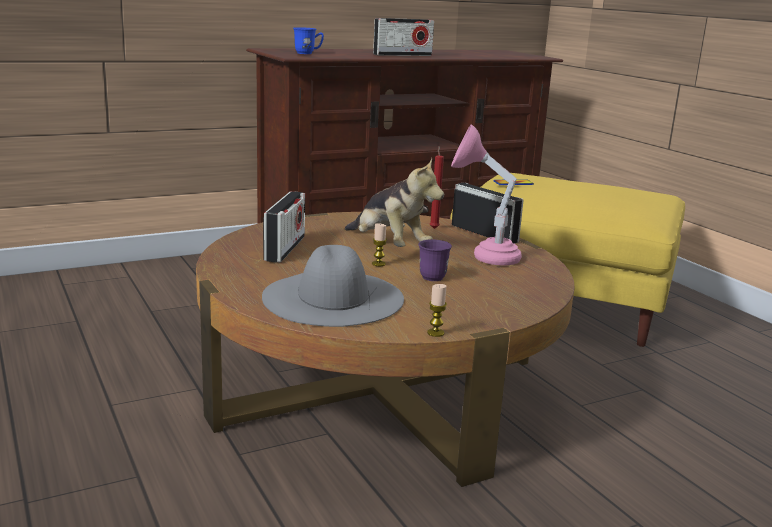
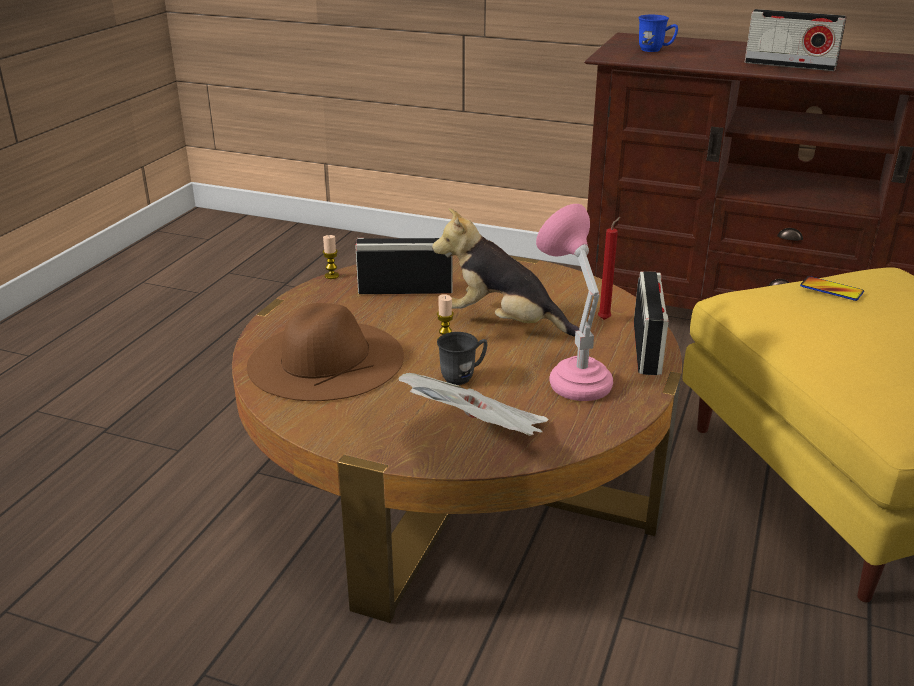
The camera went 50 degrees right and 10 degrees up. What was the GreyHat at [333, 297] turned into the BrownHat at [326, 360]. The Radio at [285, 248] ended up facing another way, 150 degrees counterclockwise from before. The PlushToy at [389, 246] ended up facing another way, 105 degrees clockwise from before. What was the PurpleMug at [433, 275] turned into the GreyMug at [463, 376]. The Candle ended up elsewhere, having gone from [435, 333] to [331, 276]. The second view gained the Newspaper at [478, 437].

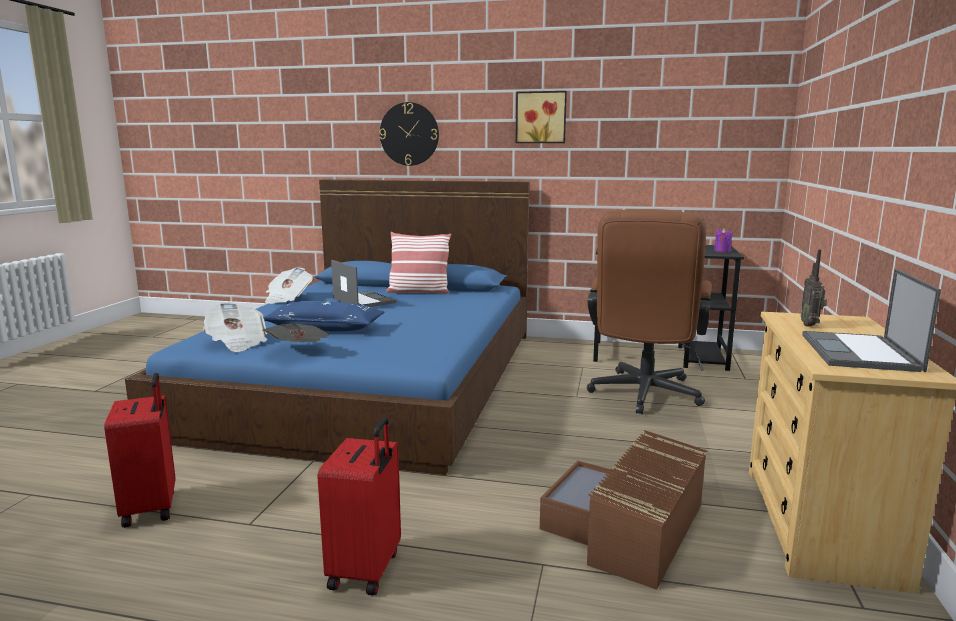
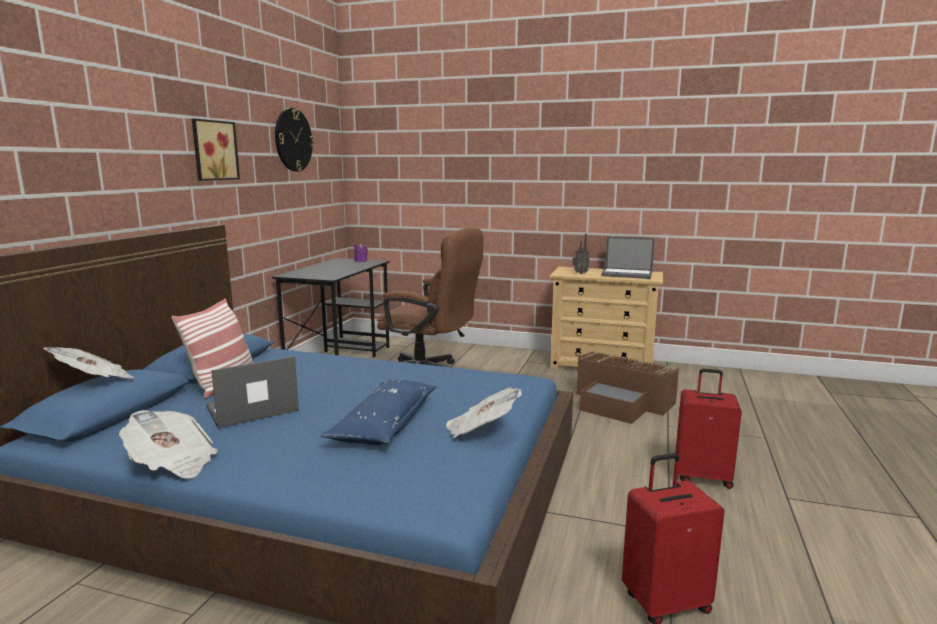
The camera went 85 degrees left and 0 degrees up. The Newspaper ended up elsewhere, having gone from [237, 343] to [94, 381]. The WallClock ended up elsewhere, having gone from [409, 134] to [293, 140].

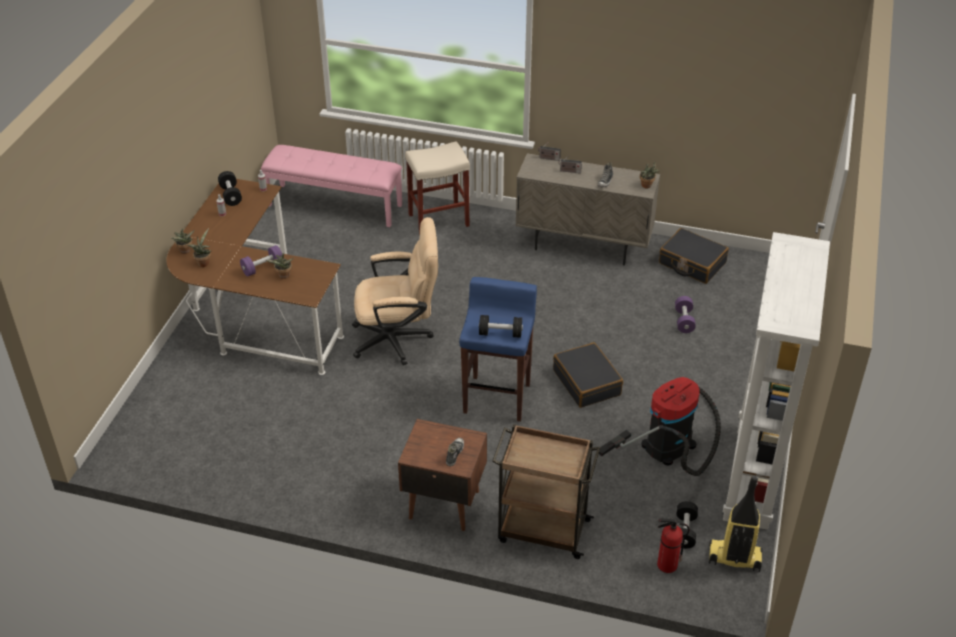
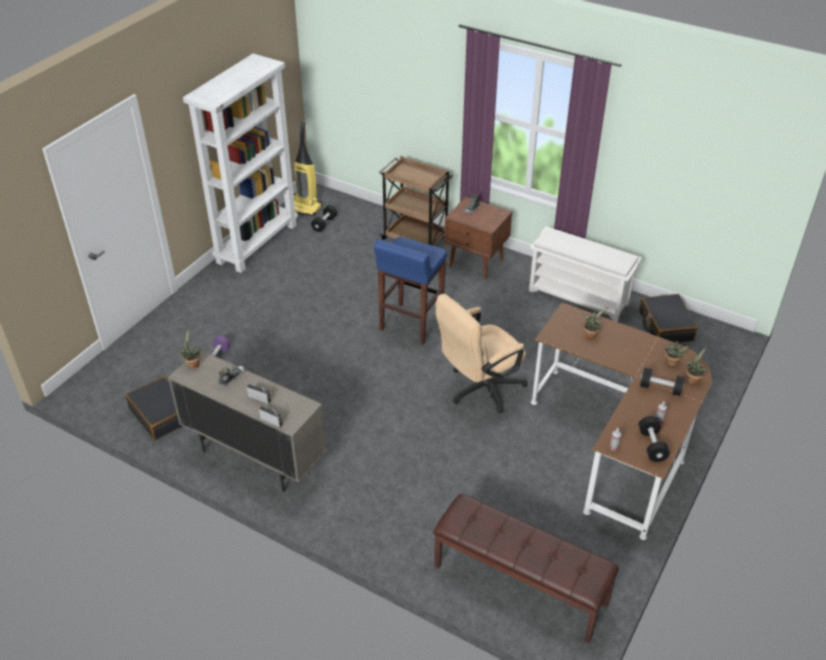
The camera went 165 degrees left and 0 degrees up. The second view lost the PurpleDumbbell at [263, 268]. What was the PinkBench at [335, 205] turned into the BrownBench at [519, 585]. The BeigeOfficeChair at [399, 339] ended up facing another way, 45 degrees counterclockwise from before. The second view lost the BeigeStool at [439, 220]. The BlackDumbbell ended up elsewhere, having gone from [500, 333] to [660, 388]. The BlackSuitcase ended up elsewhere, having gone from [587, 382] to [665, 326]. The second view lost the VacuumCleaner at [671, 442]. The second view lost the FireExtinguisher at [666, 565]. The second view gained the WhiteShoeRack at [579, 297].

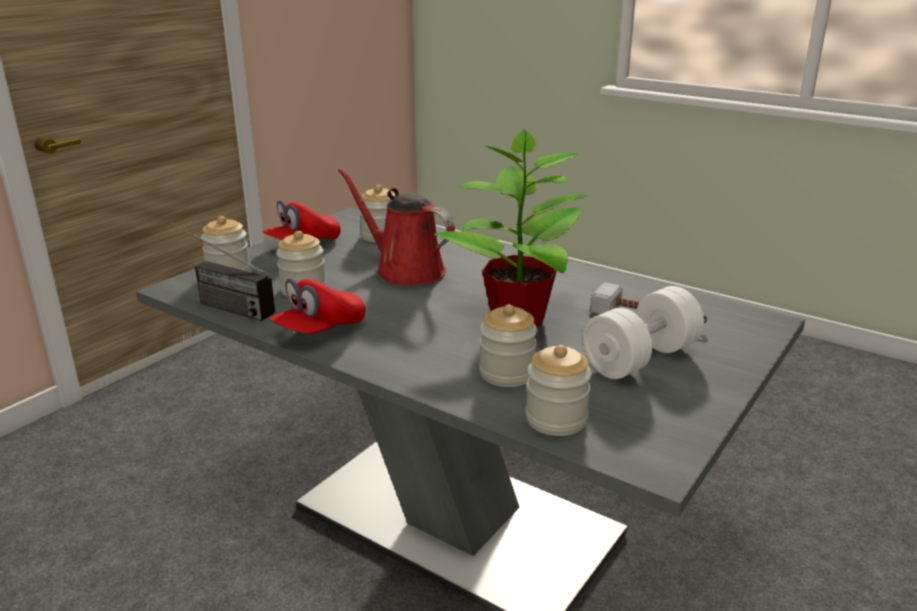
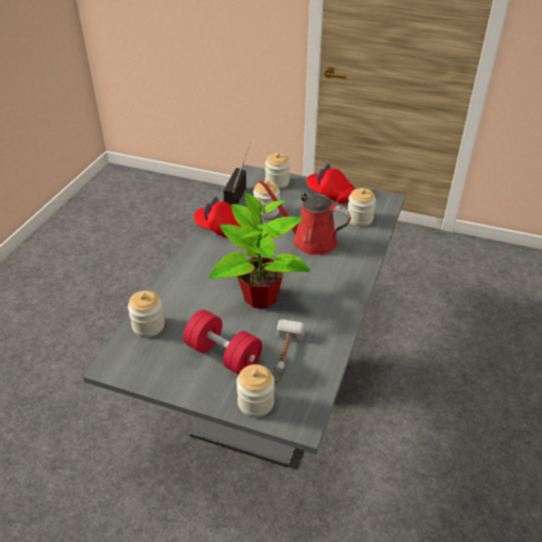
The camera went 75 degrees right and 15 degrees up. The RedWateringCan at [405, 270] ended up facing another way, 90 degrees counterclockwise from before. The Jar ended up elsewhere, having gone from [507, 373] to [255, 403]. What was the WhiteDumbbell at [640, 358] turned into the RedDumbbell at [223, 355].

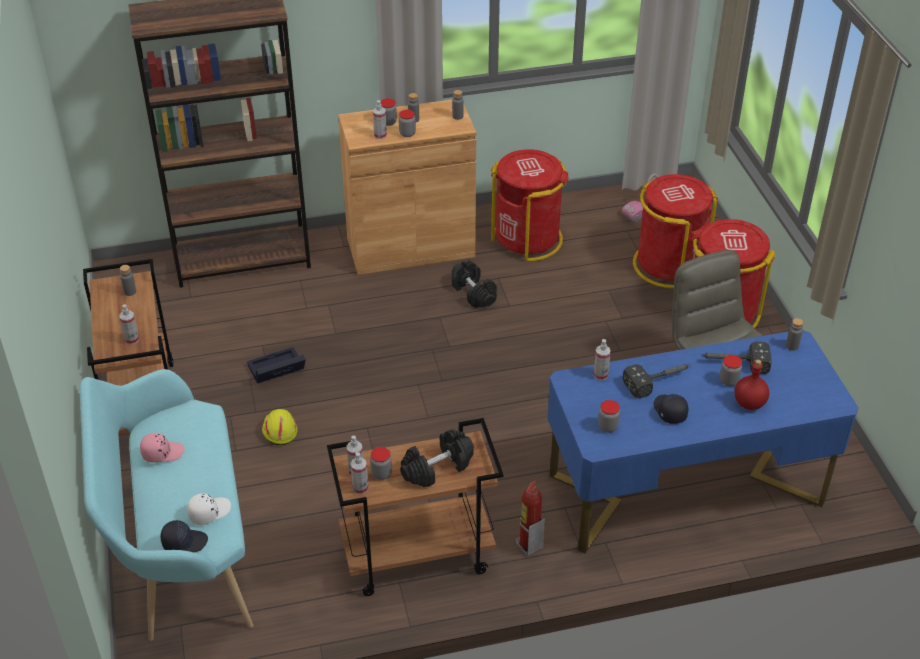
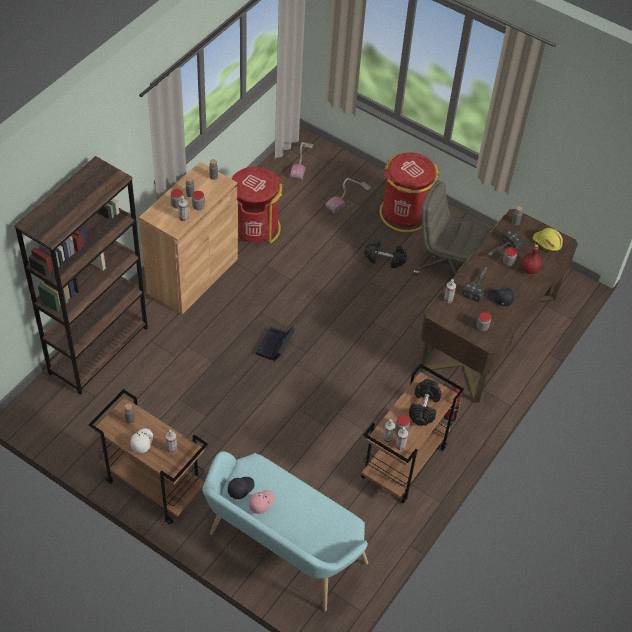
The camera went 45 degrees left and 10 degrees up. The BlackCap ended up elsewhere, having gone from [184, 541] to [240, 488]. The WhiteCap ended up elsewhere, having gone from [209, 512] to [141, 442]. The BlackStorageBox ended up elsewhere, having gone from [276, 371] to [275, 347]. The YellowHardHat ended up elsewhere, having gone from [279, 431] to [546, 243]. The BlackDumbbell ended up elsewhere, having gone from [473, 293] to [384, 259]. What was the BlueDesk at [685, 489] turned into the BrownDesk at [488, 332]. Where the RedTrashCan stood at [668, 265], the VacuumCleaner came to stand at [348, 198].

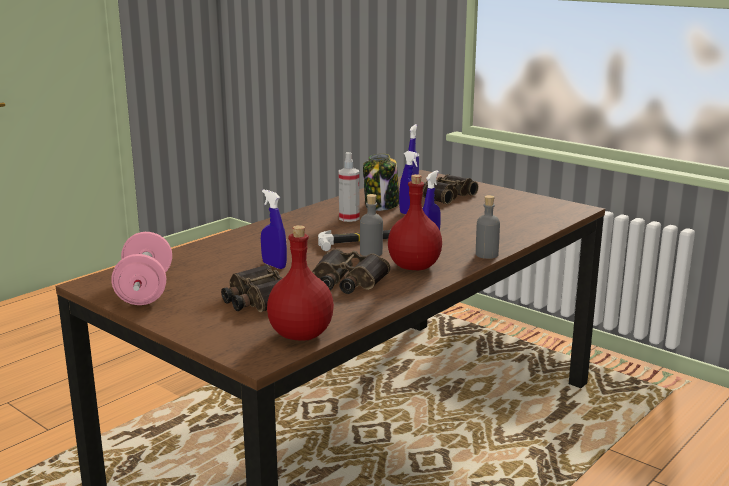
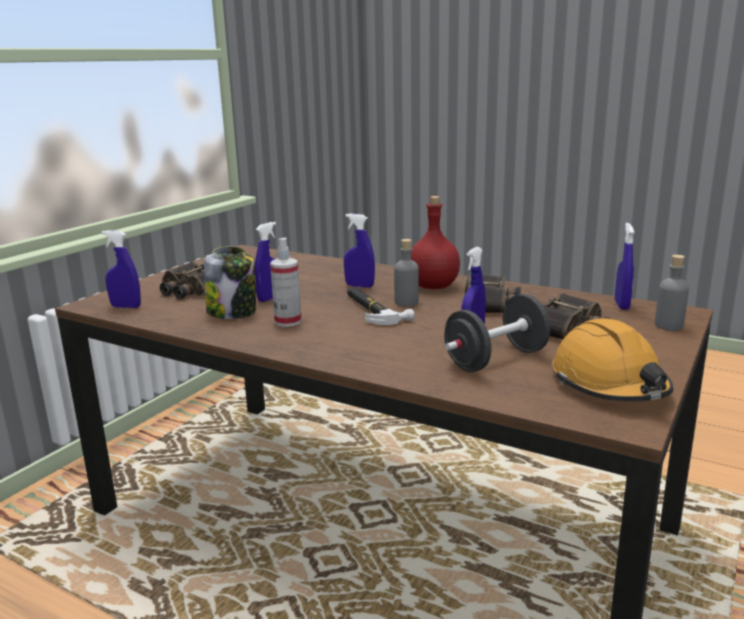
The camera went 100 degrees left and 0 degrees up. Where the PinkDumbbell stood at [145, 290], the OrangeHardHat came to stand at [609, 384]. Where the RedBottle stood at [302, 335], the BlueSprayBottle came to stand at [621, 305]. The GreyBottle ended up elsewhere, having gone from [486, 254] to [668, 325]. The second view gained the BlackDumbbell at [496, 360].

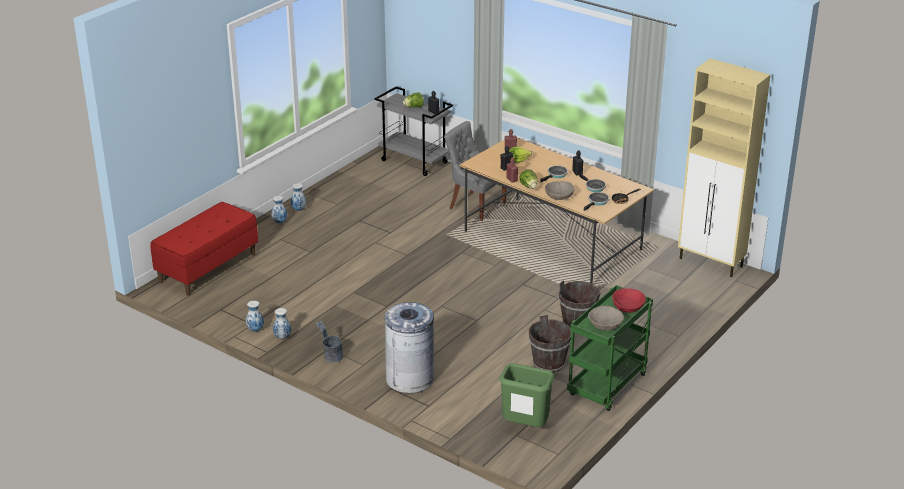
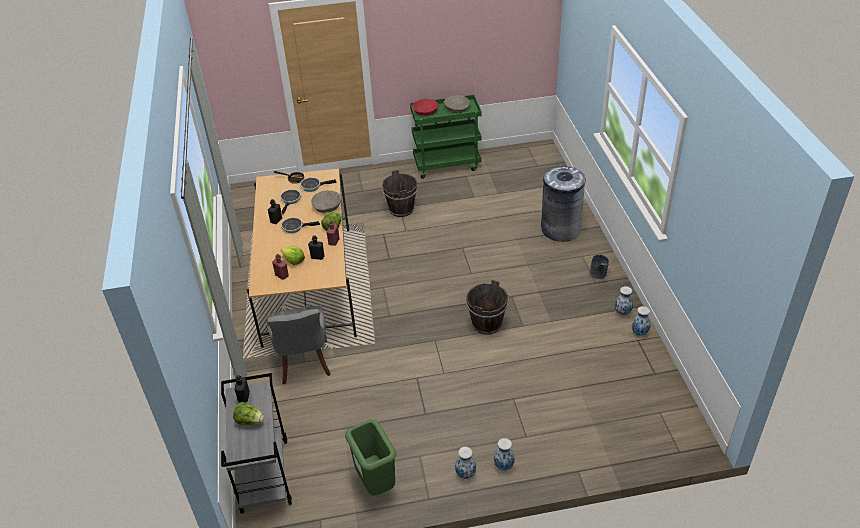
The camera went 135 degrees left and 10 degrees up. The second view lost the RedBench at [207, 268]. The GreenTrashCan ended up elsewhere, having gone from [524, 427] to [376, 483]. The BrownBucket ended up elsewhere, having gone from [548, 364] to [487, 324]. The second view lost the BeigeCabinet at [711, 263].

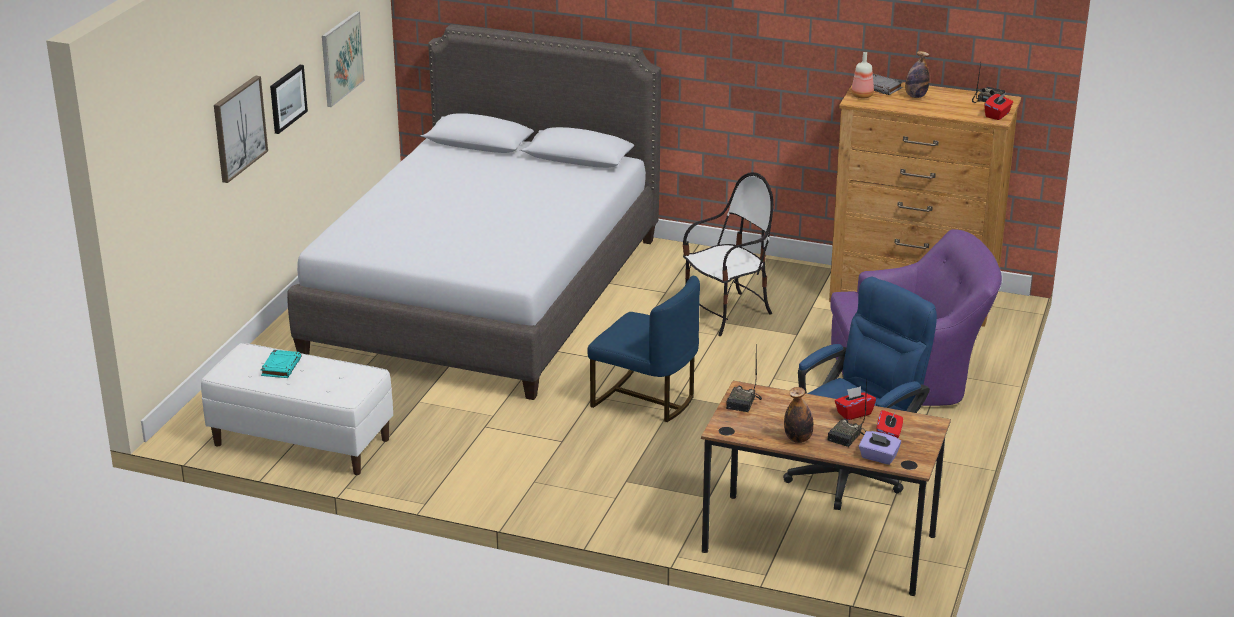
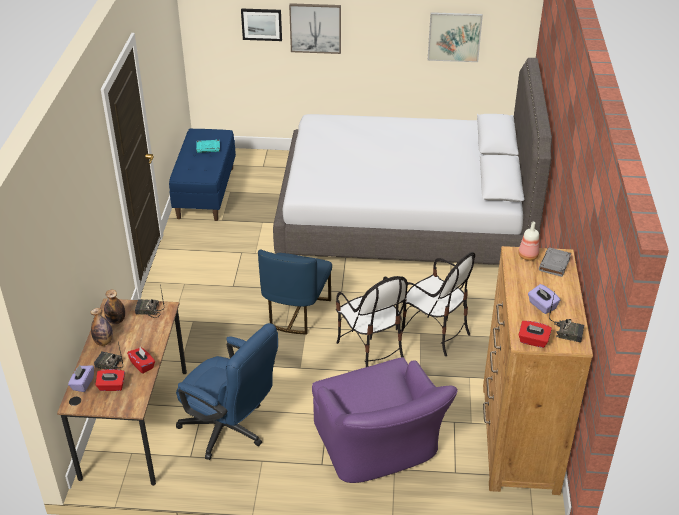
The camera went 75 degrees right and 10 degrees up. What was the WhiteBench at [300, 442] turned into the BlueBench at [205, 192]. The Picture ended up elsewhere, having gone from [287, 98] to [261, 24]. The Bottle ended up elsewhere, having gone from [915, 96] to [116, 320]. The second view gained the Chair at [371, 350]. The second view gained the PurpleTissueBox at [542, 306].

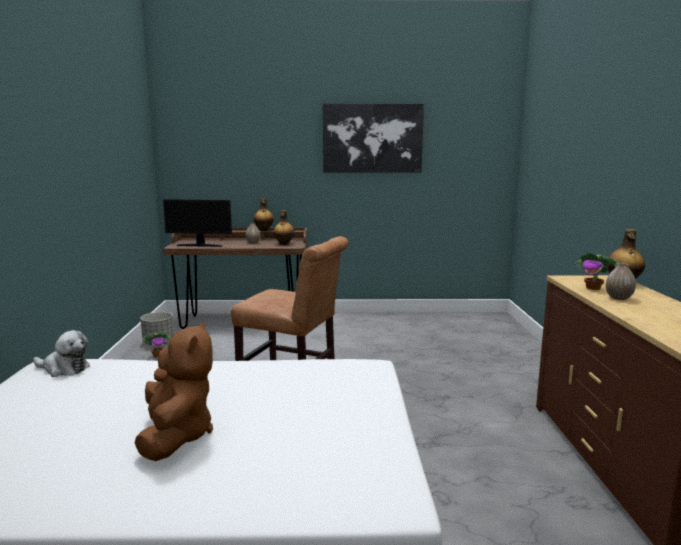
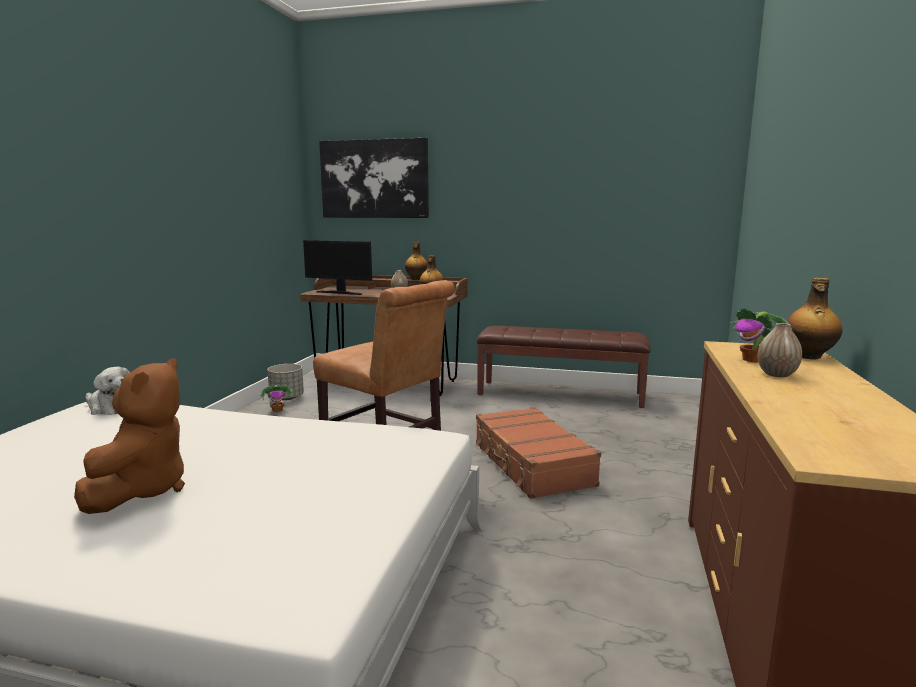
The camera went 15 degrees right and 0 degrees up. The Picture ended up elsewhere, having gone from [372, 138] to [374, 179]. The second view gained the BrownSuitcase at [531, 464]. The second view gained the BrownBench at [560, 393].

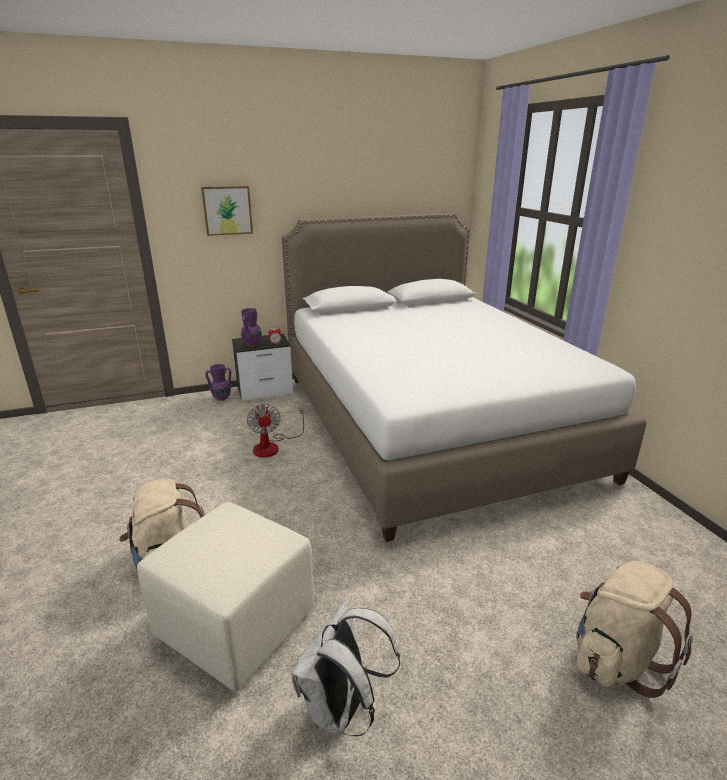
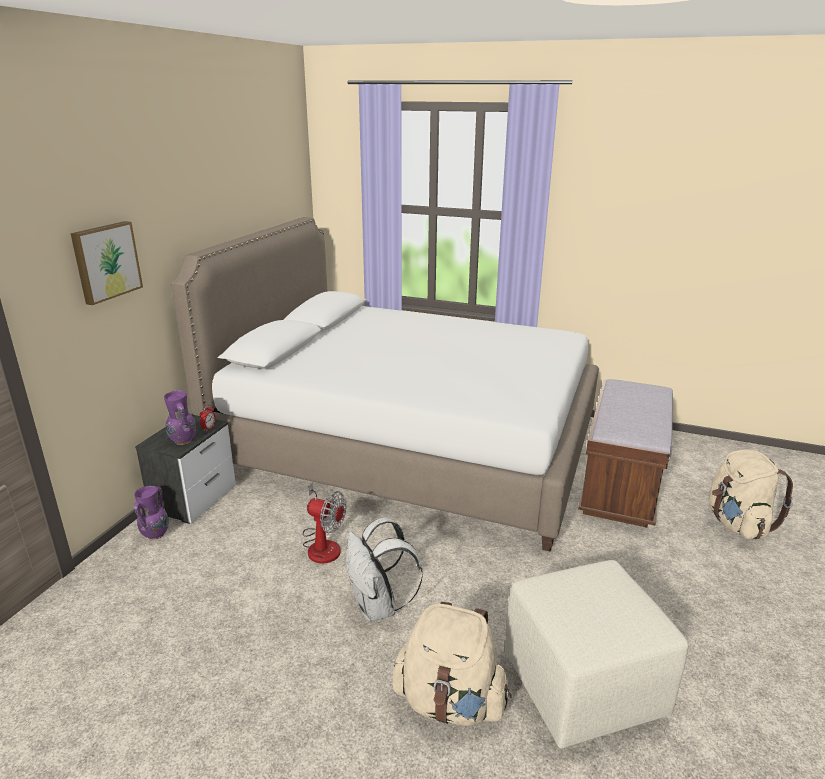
The camera went 50 degrees left and 0 degrees up. The WhiteBackpack ended up elsewhere, having gone from [342, 709] to [378, 607]. The second view gained the BrownBench at [620, 486].

